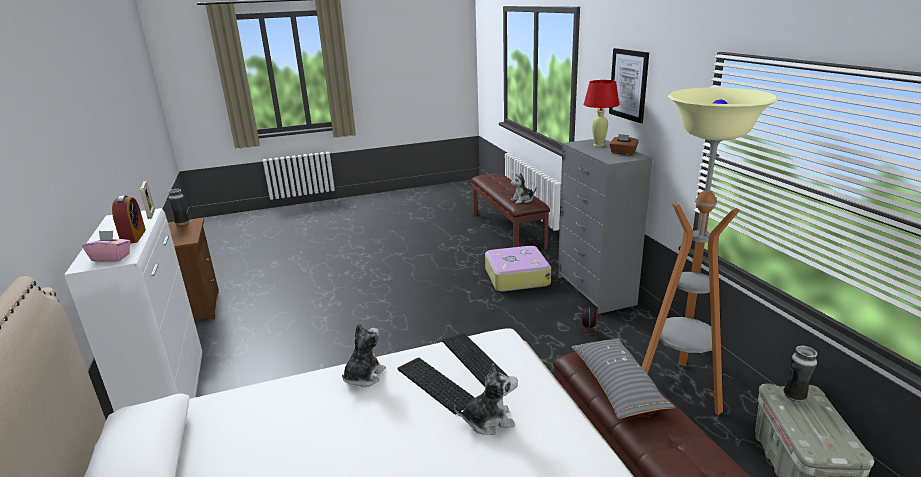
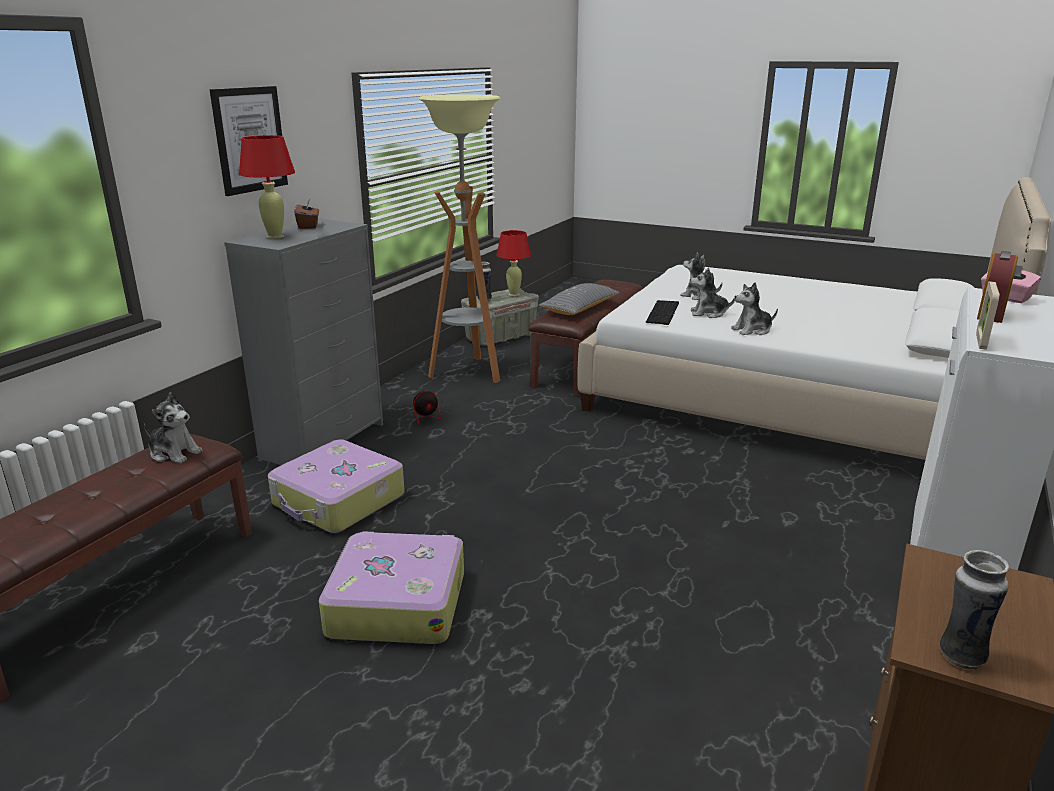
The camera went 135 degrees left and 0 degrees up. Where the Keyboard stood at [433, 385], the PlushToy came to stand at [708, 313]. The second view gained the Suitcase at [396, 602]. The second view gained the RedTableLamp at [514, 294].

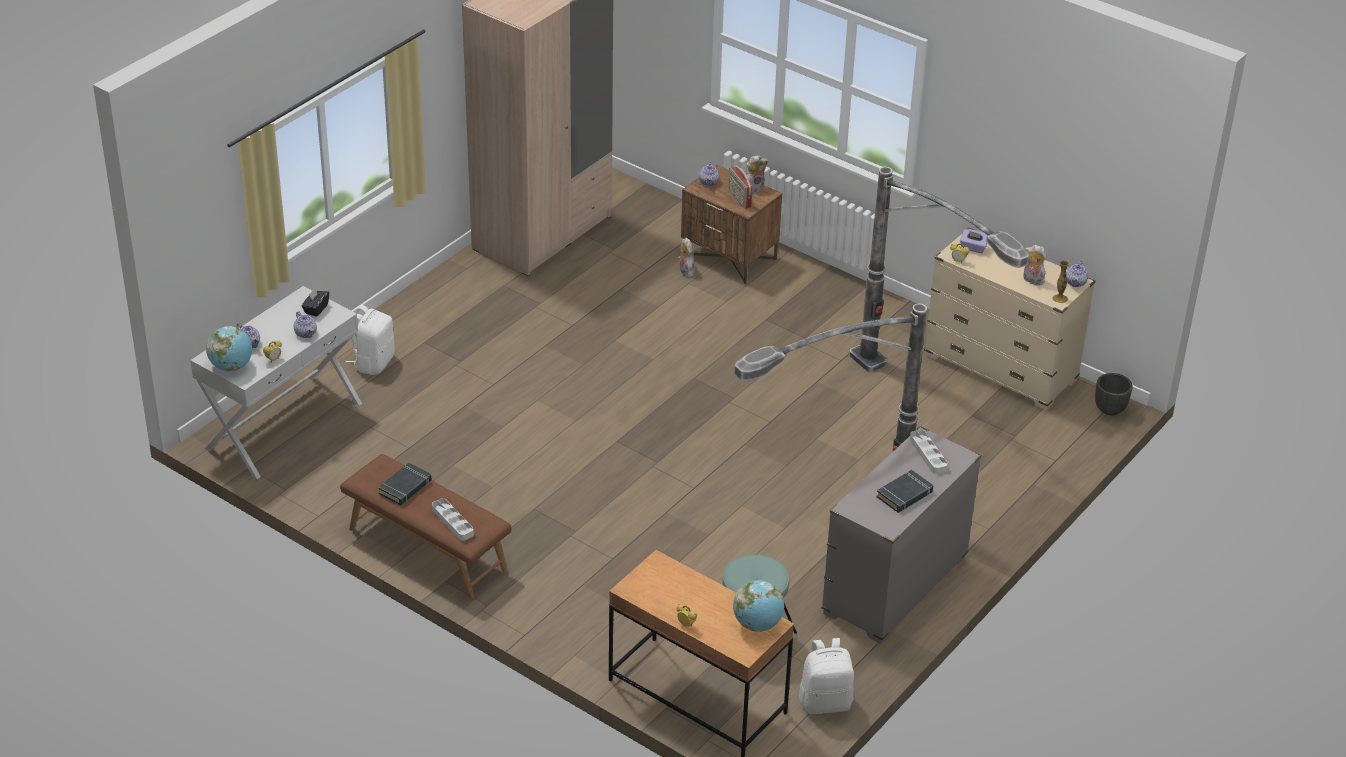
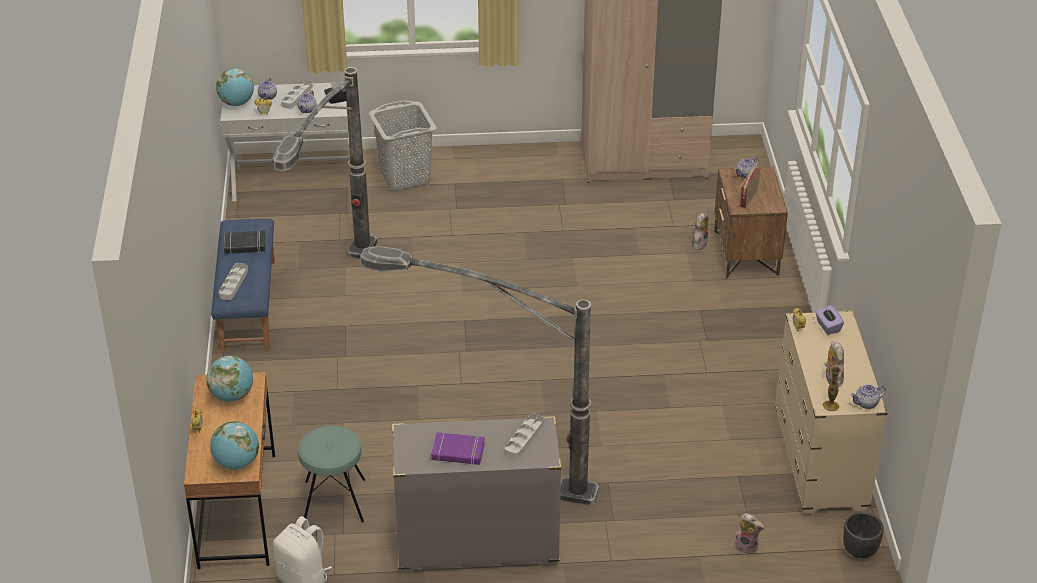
The camera went 50 degrees right and 0 degrees up. What was the BrownBench at [426, 549] turned into the BlueBench at [247, 305]. Where the WhiteBackpack stood at [373, 363], the GreyLaundryBasket came to stand at [405, 176]. The PlushToy ended up elsewhere, having gone from [754, 188] to [747, 546]. The FloorLamp ended up elsewhere, having gone from [923, 407] to [335, 298]. What was the BlackBook at [905, 495] turned into the PurpleBook at [458, 452]. The second view gained the Globe at [232, 396]. The second view gained the GreyTray at [297, 96].

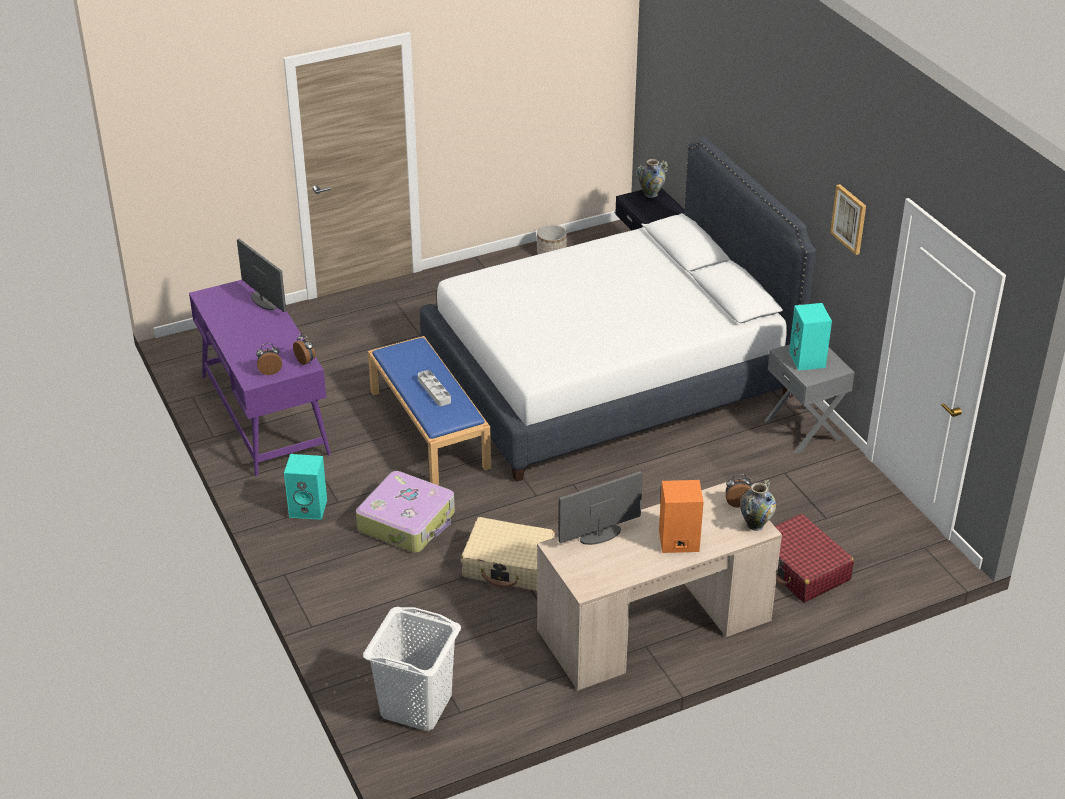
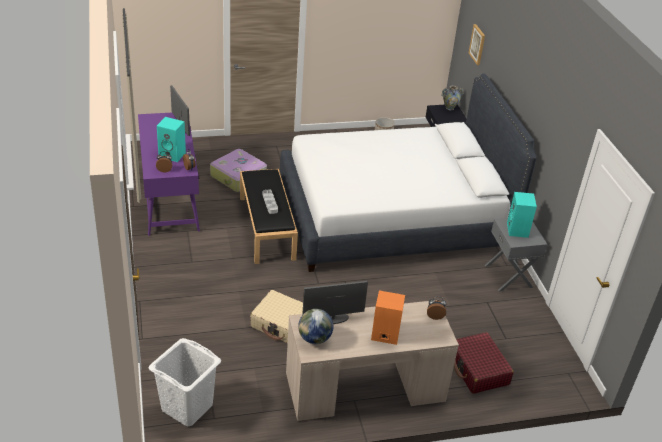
The camera went 10 degrees right and 0 degrees up. The TurquoiseSpeaker ended up elsewhere, having gone from [309, 508] to [173, 154]. The Suitcase ended up elsewhere, having gone from [407, 521] to [239, 176]. What was the BlueBench at [430, 429] turned into the BlackBench at [267, 228]. The second view lost the Vase at [755, 524]. The Picture ended up elsewhere, having gone from [849, 219] to [477, 44]. The second view gained the Globe at [314, 339].

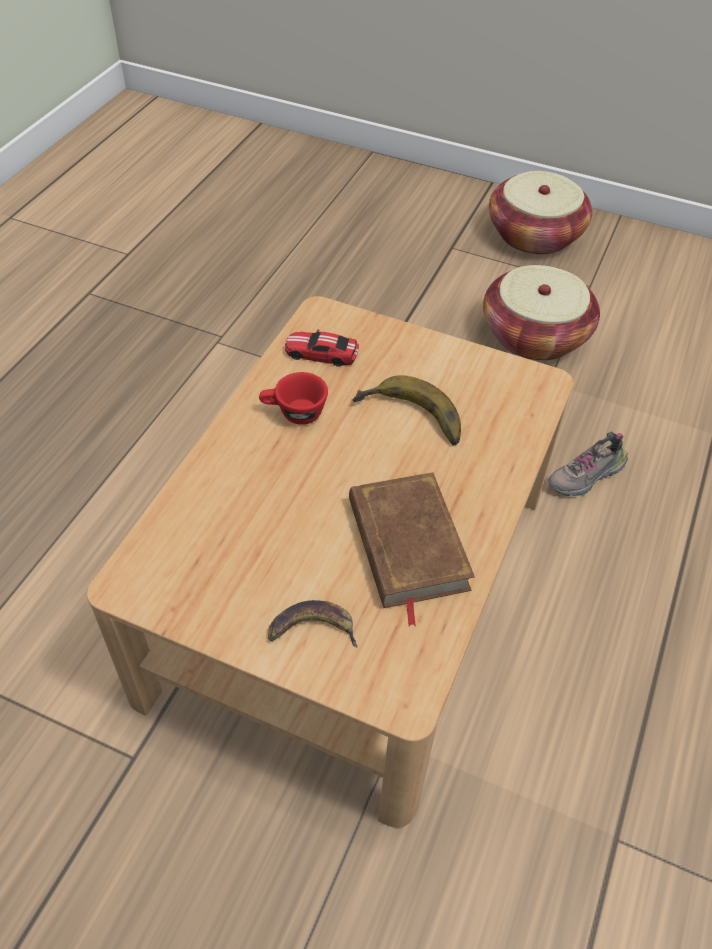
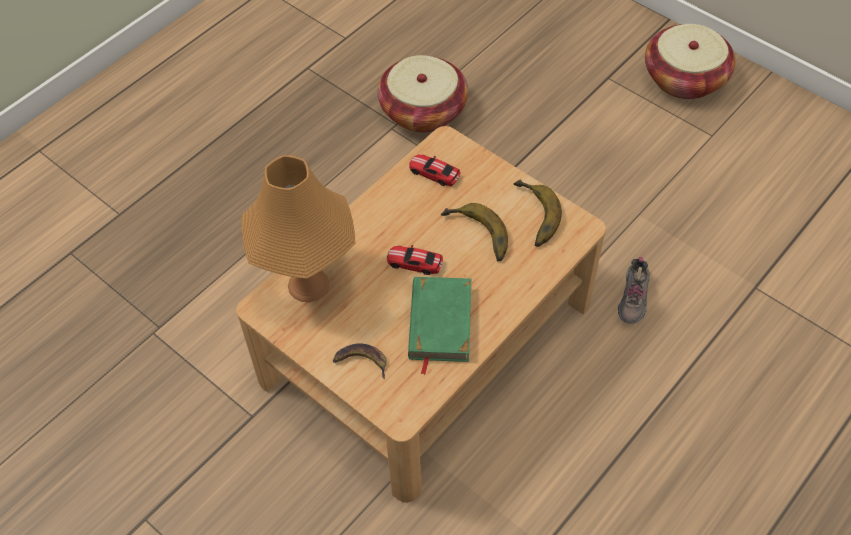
The camera went 20 degrees right and 5 degrees up. The second view lost the RedCup at [294, 413]. What was the BrownBook at [407, 546] turned into the GreenBook at [439, 323]. The Basket ended up elsewhere, having gone from [534, 336] to [423, 111]. The Shoe at [586, 477] ended up facing another way, 60 degrees counterclockwise from before. The second view gained the OrangeTableLamp at [309, 284]. The second view gained the ToyCar at [414, 263]. The second view gained the Banana at [531, 216].

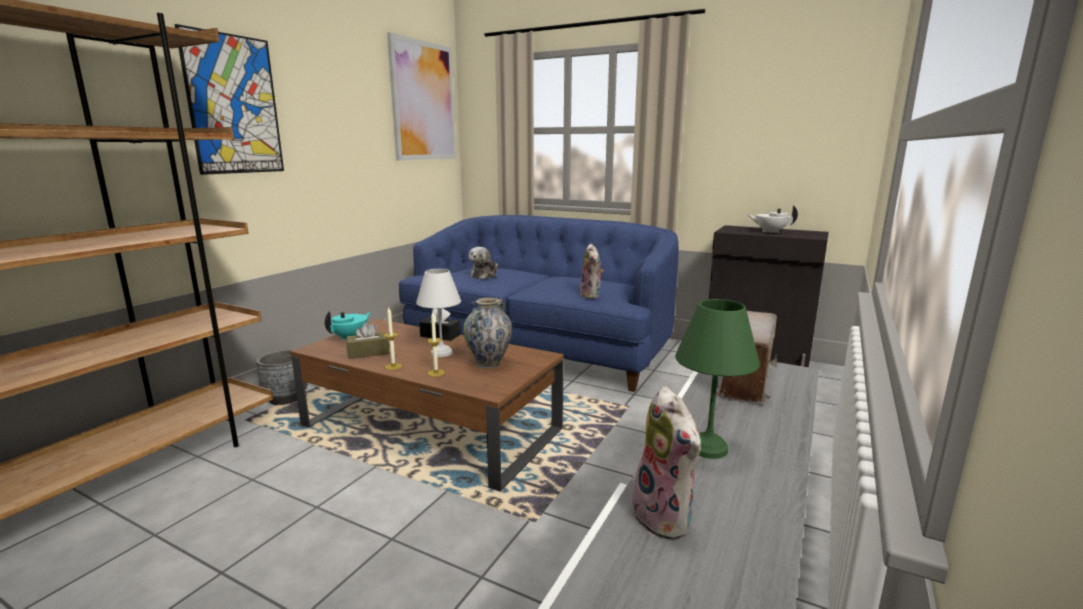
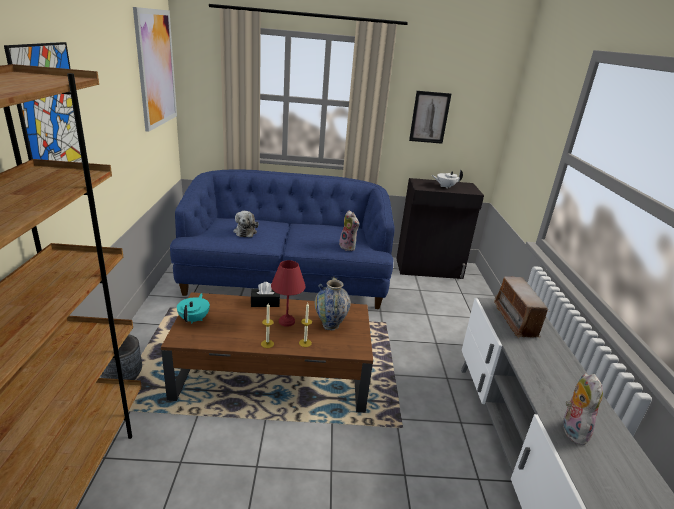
The camera went 30 degrees left and 10 degrees up. The second view lost the BrownTissueBox at [368, 353]. What was the WhiteTableLamp at [440, 353] turned into the RedTableLamp at [286, 321]. The PlushToy at [666, 518] ended up facing another way, 120 degrees counterclockwise from before. The second view lost the GreenTableLamp at [709, 449]. The second view gained the Picture at [429, 117].

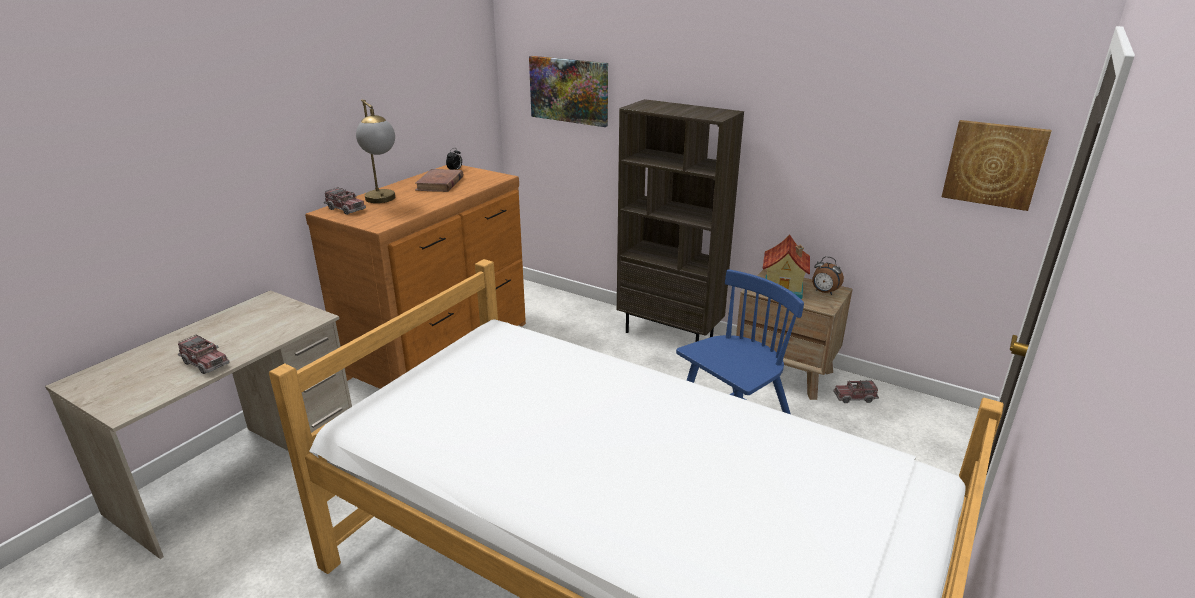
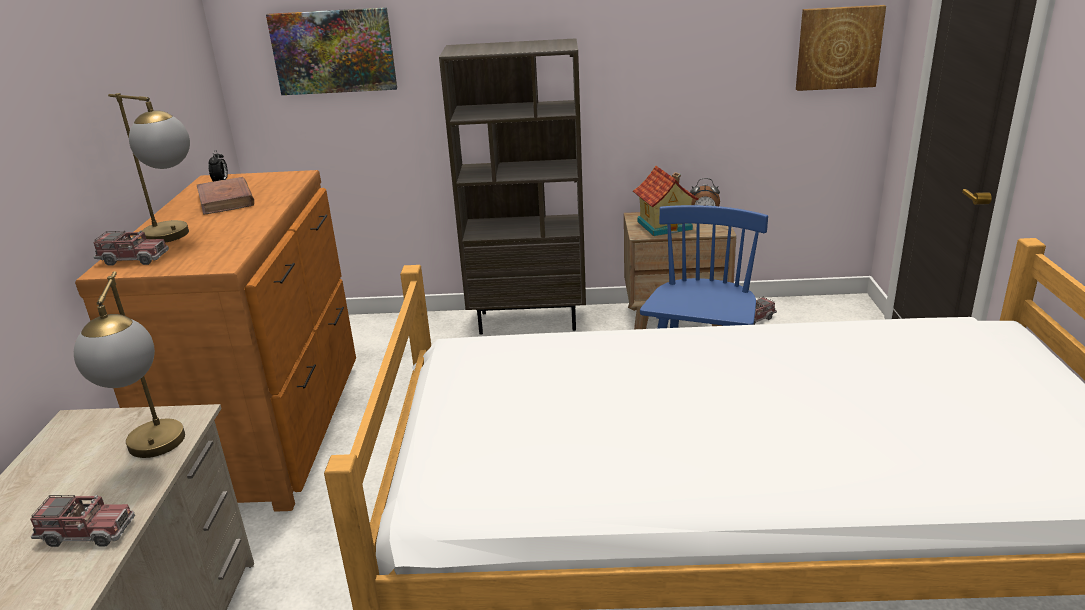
The camera went 30 degrees left and 0 degrees up. The second view gained the TableLamp at [154, 453].

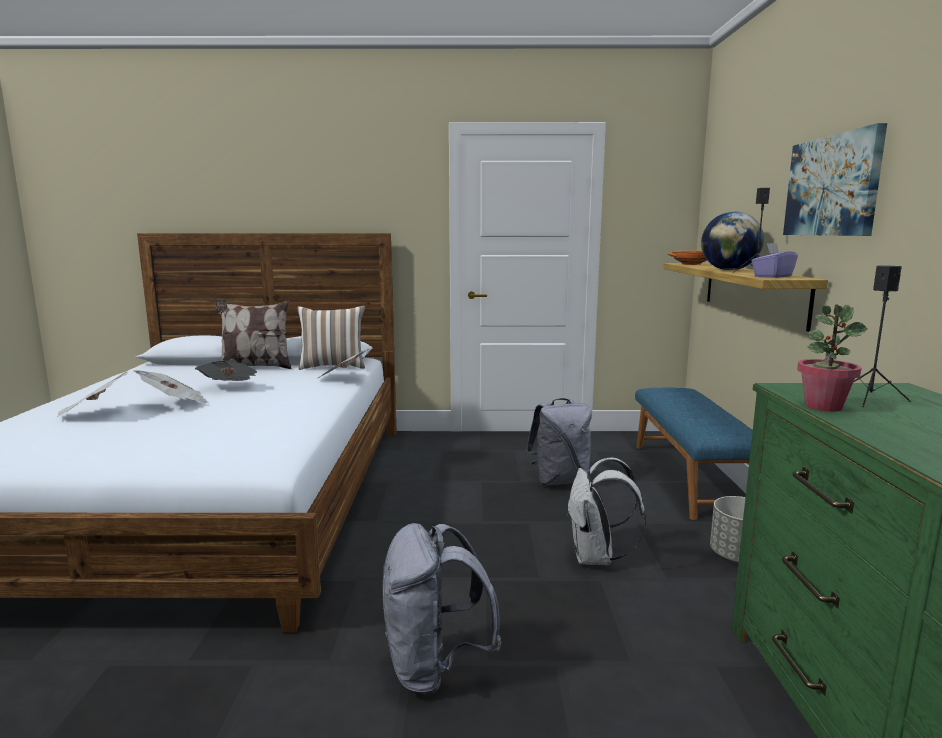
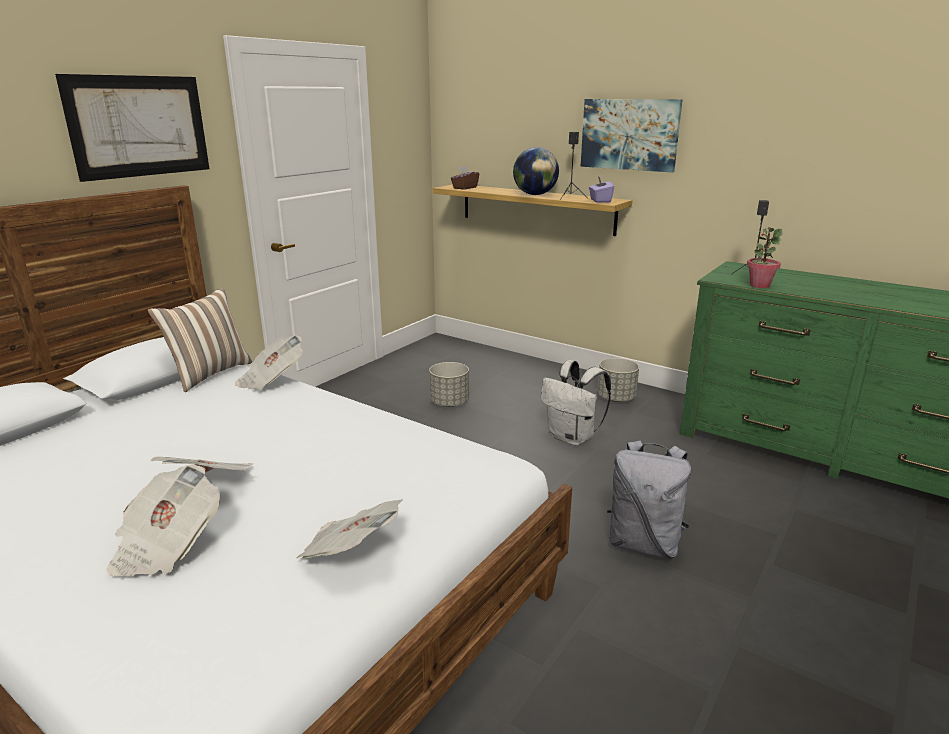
The camera went 55 degrees left and 10 degrees up. The Newspaper ended up elsewhere, having gone from [230, 387] to [351, 552]. The second view lost the Pillow at [255, 367]. Where the GreyBackpack stood at [559, 480], the GreyPlanter came to stand at [449, 403]. The second view lost the BlueBench at [690, 478]. Where the OrangeBowl stood at [691, 264], the BrownTissueBox came to stand at [464, 188]. The second view gained the Picture at [139, 126].

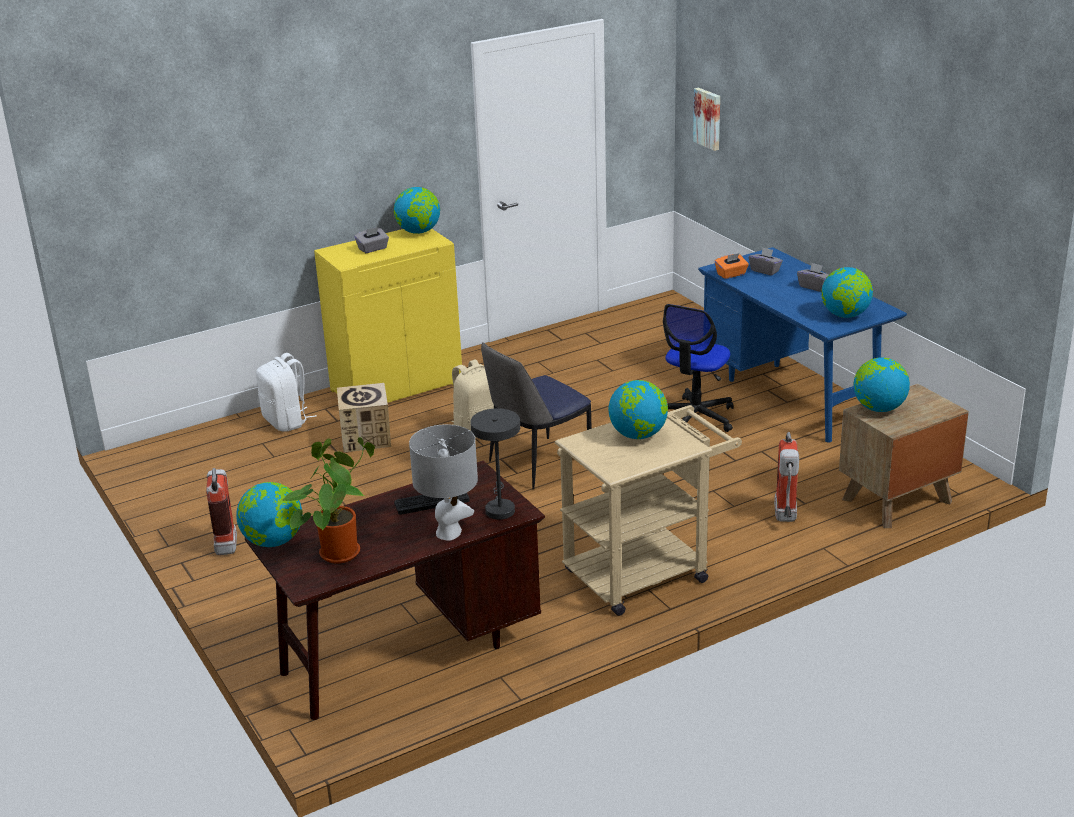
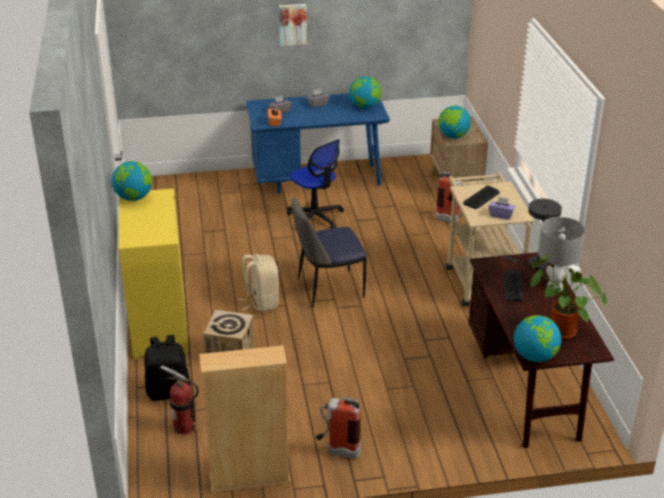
The camera went 70 degrees left and 5 degrees up. What was the WhiteBackpack at [286, 422] turned into the BlackBackpack at [168, 391]. The second view lost the GreyTissueBox at [373, 249]. The Chair at [537, 464] ended up facing another way, 90 degrees clockwise from before. Where the Globe stood at [638, 435], the Keyboard came to stand at [482, 198]. The Picture ended up elsewhere, having gone from [708, 118] to [292, 24]. The second view gained the FireExtinguisher at [184, 427]. The second view gained the BeigeBookcase at [250, 478]. The second view gained the PurpleTissueBox at [501, 215].

